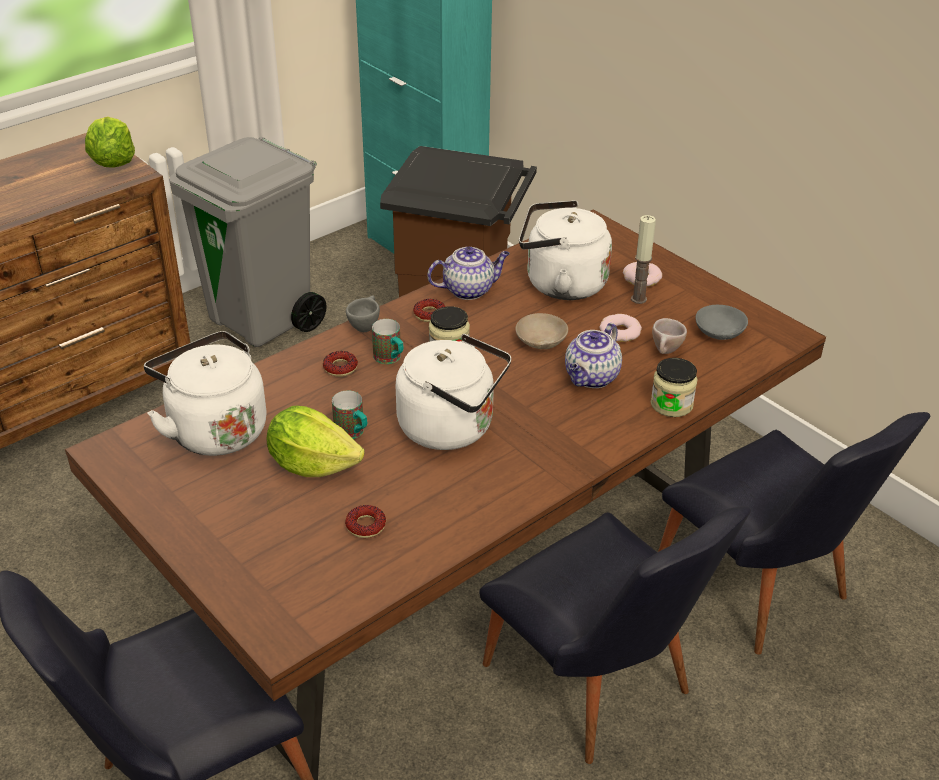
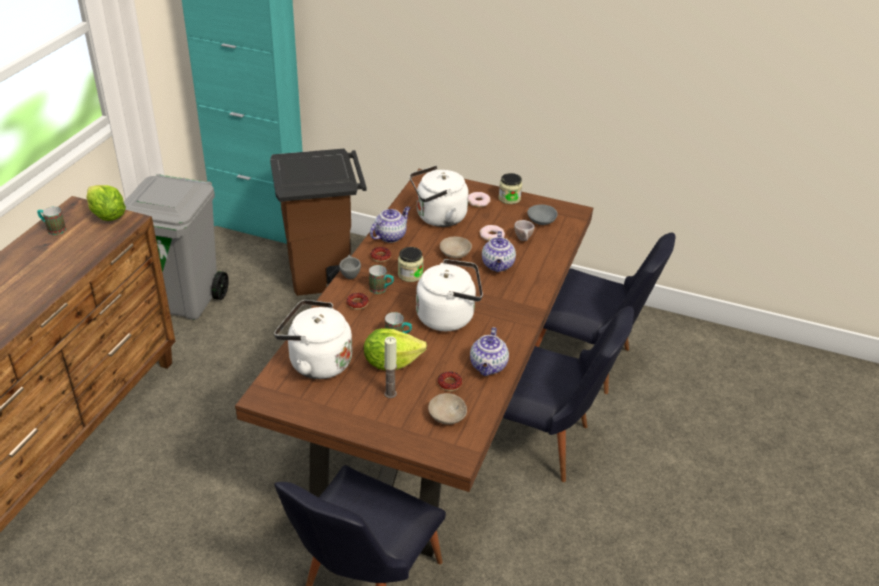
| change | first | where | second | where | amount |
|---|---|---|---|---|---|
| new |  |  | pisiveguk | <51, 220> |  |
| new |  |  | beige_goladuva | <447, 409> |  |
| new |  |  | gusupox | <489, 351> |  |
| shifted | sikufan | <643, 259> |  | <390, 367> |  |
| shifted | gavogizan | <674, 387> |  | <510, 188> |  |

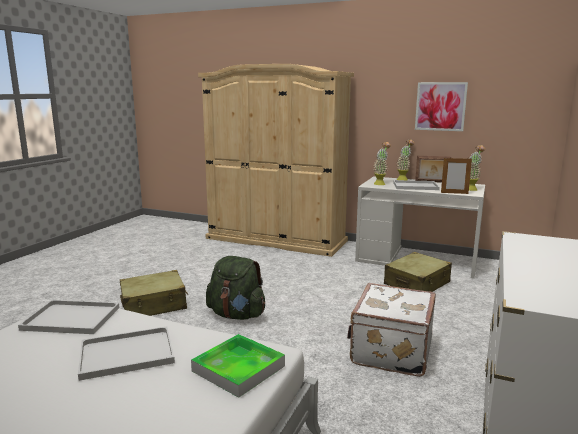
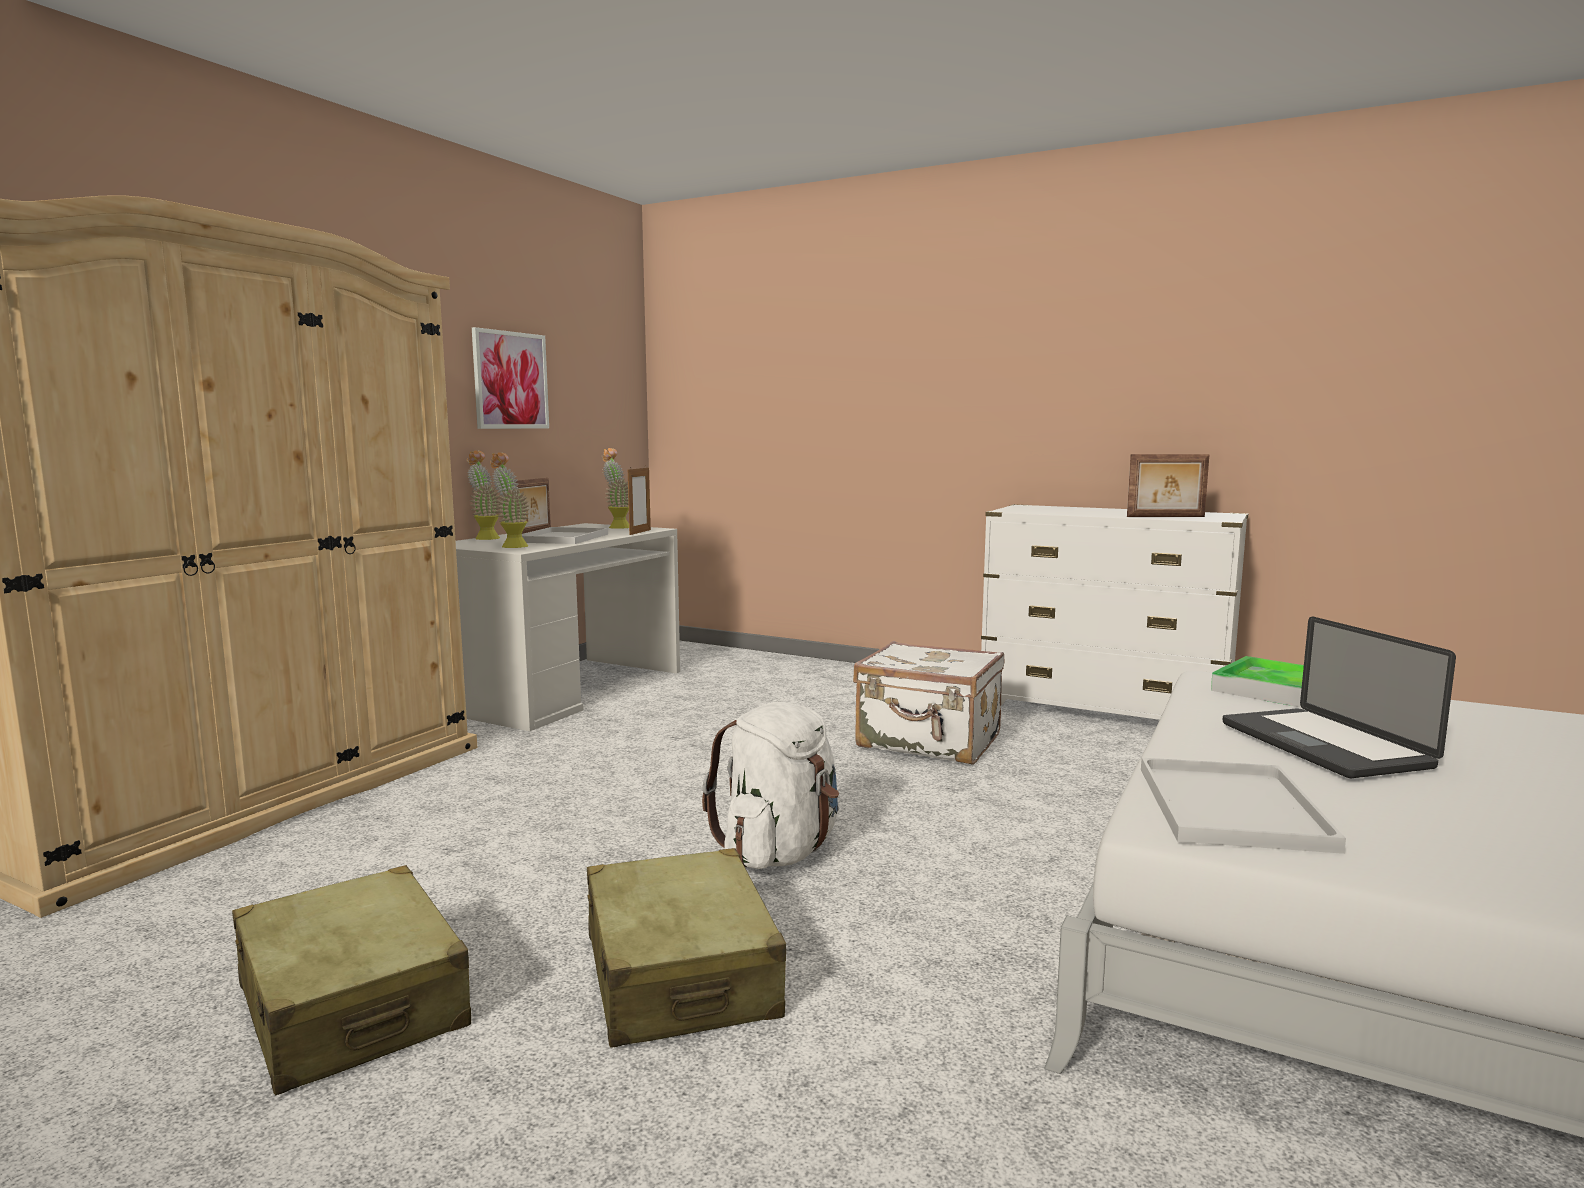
| change | first | where | second | where | amount |
|---|---|---|---|---|---|
| new |  |  | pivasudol | <1168, 485> |  |
| shifted | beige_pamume | <418, 272> |  | <351, 980> |  |
| swapped | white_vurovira | <126, 353> | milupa | <1339, 697> |  |
| repainted | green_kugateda | <235, 288> | white_kugateda | <770, 785> |  |

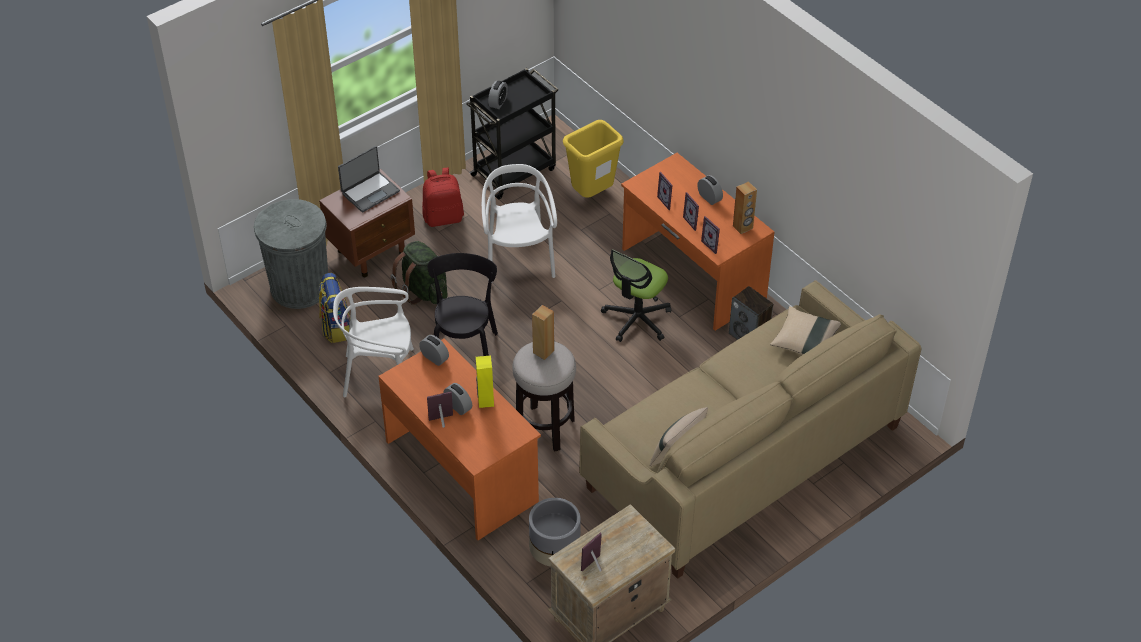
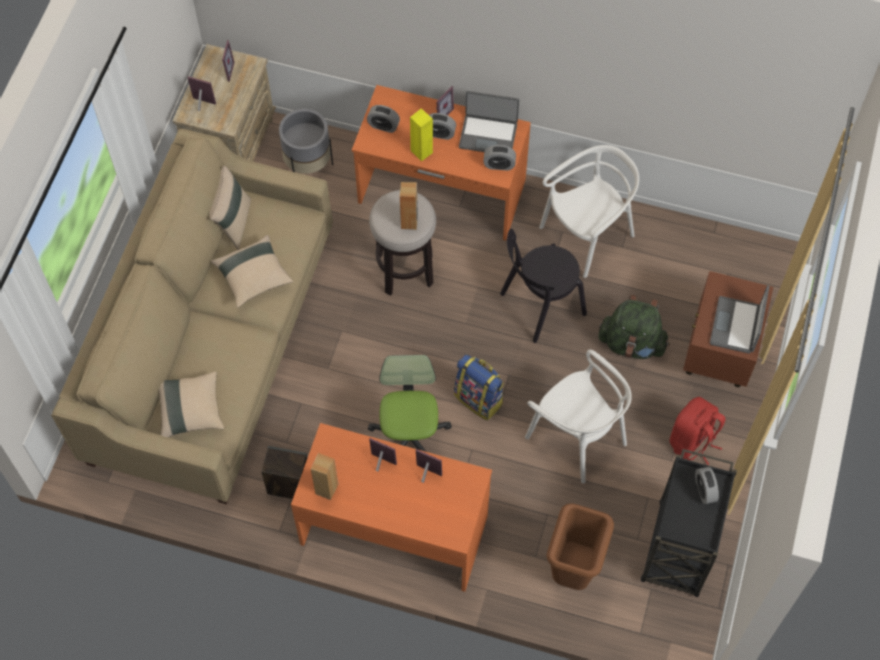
| change | first | where | second | where | amount |
|---|---|---|---|---|---|
| gone | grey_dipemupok | <291, 254> |  |  |  |
| new |  |  | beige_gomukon | <252, 271> |  |
| new |  |  | milupa | <489, 121> |  |
| shifted | kugateda | <334, 308> |  | <479, 387> |  |
| shifted | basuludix | <710, 190> |  | <383, 119> |  |
| shifted | pivasudol | <710, 235> |  | <201, 93> |  |
| repainted | yellow_dipemupok | <593, 159> | brown_dipemupok | <580, 546> |  |
| rotated | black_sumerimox | <462, 304> |  | <543, 286> | 90 degrees clockwise |

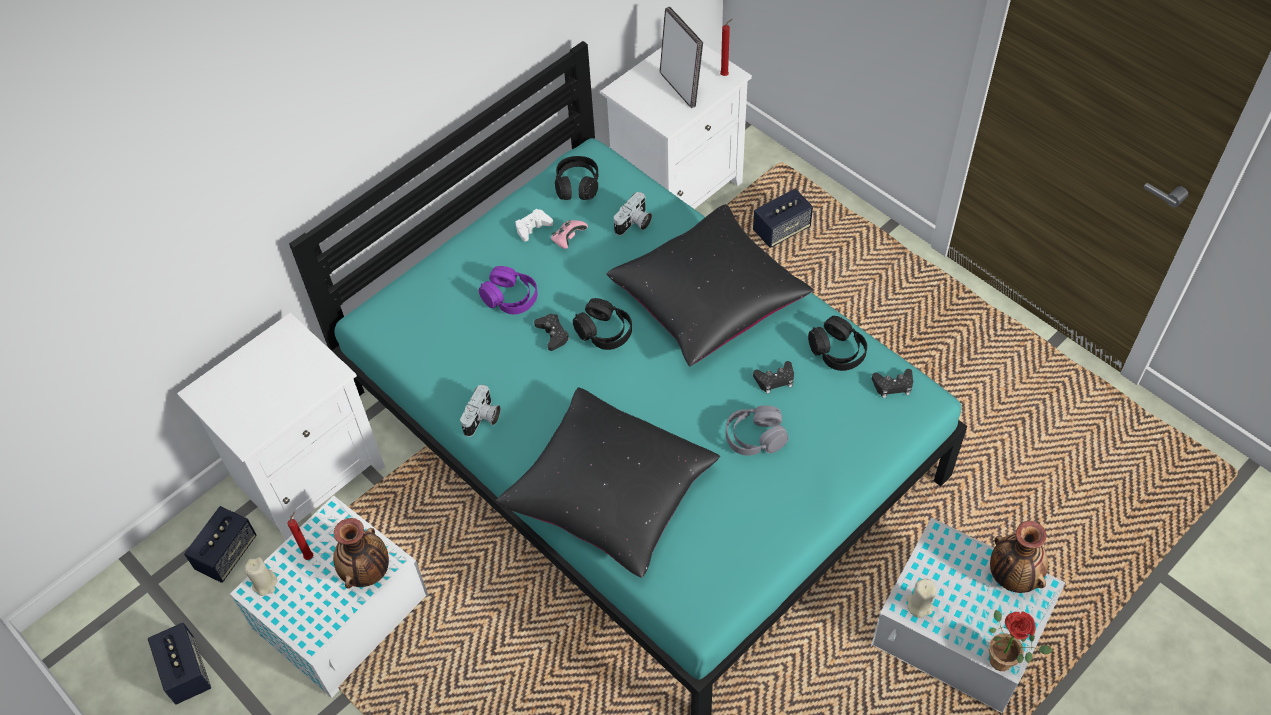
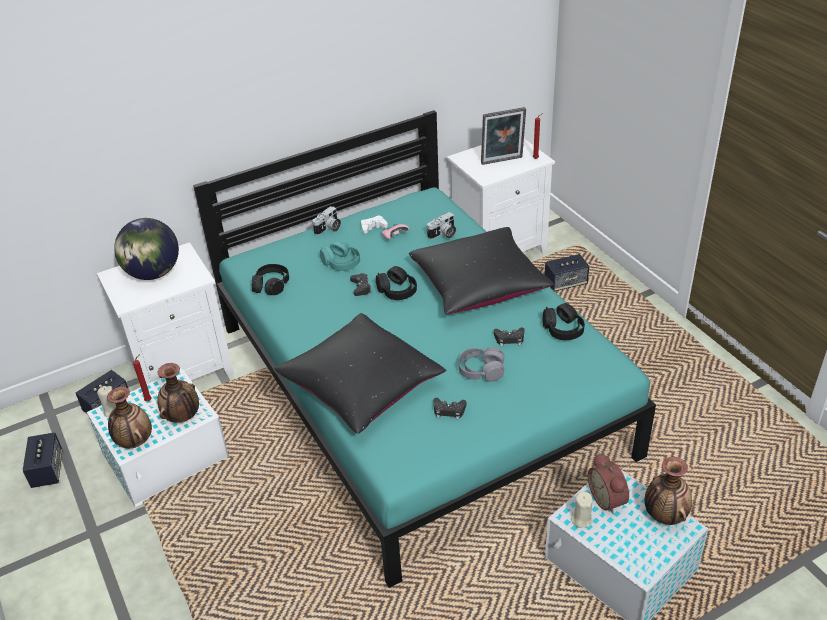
| change | first | where | second | where | amount |
|---|---|---|---|---|---|
| gone | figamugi | <1021, 640> |  |  |  |
| new |  |  | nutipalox | <129, 417> |  |
| new |  |  | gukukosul | <146, 249> |  |
| new |  |  | basuludix | <608, 483> |  |
| shifted | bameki | <480, 411> |  | <326, 220> |  |
| shifted | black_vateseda | <576, 178> |  | <270, 279> |  |
| shifted | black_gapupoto | <892, 383> |  | <450, 409> |  |
| repainted | purple_vateseda | <508, 290> | turquoise_vateseda | <340, 255> |  |
| rotated | pivasudol | <681, 57> |  | <503, 136> | 90 degrees clockwise |

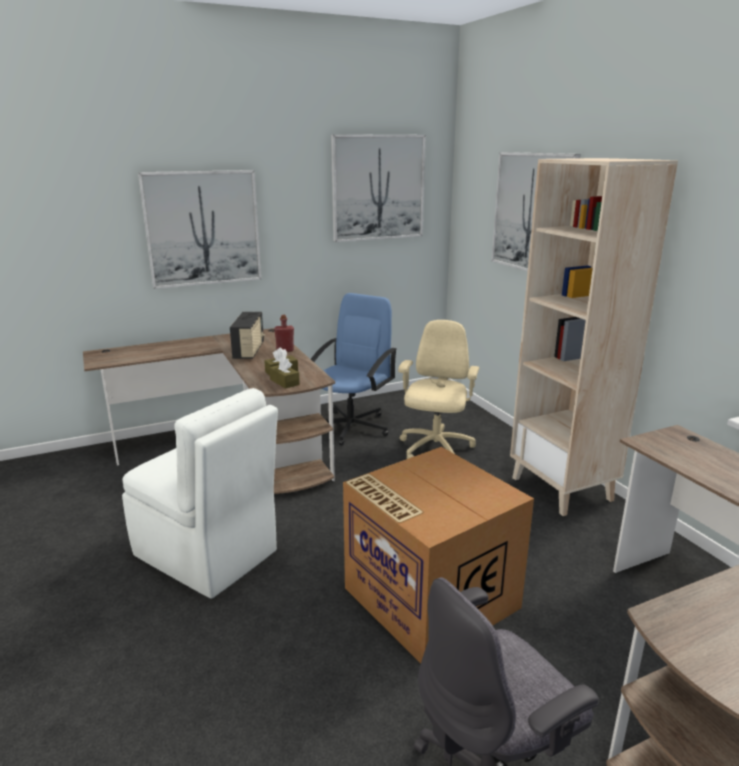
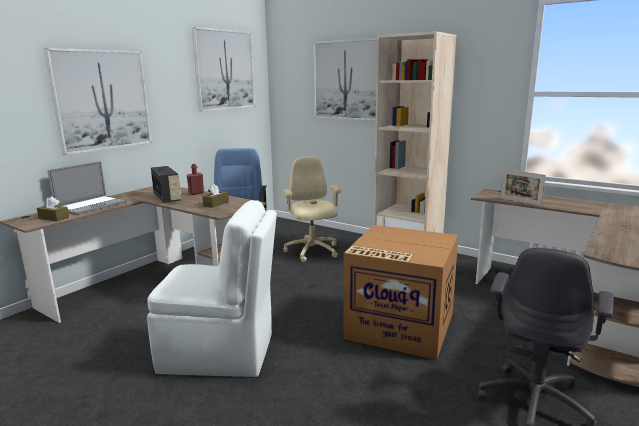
| change | first | where | second | where | amount |
|---|---|---|---|---|---|
| new |  |  | milupa | <88, 188> |  |
| new |  |  | pivasudol | <523, 187> |  |
| shifted | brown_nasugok | <284, 373> |  | <53, 208> |  |

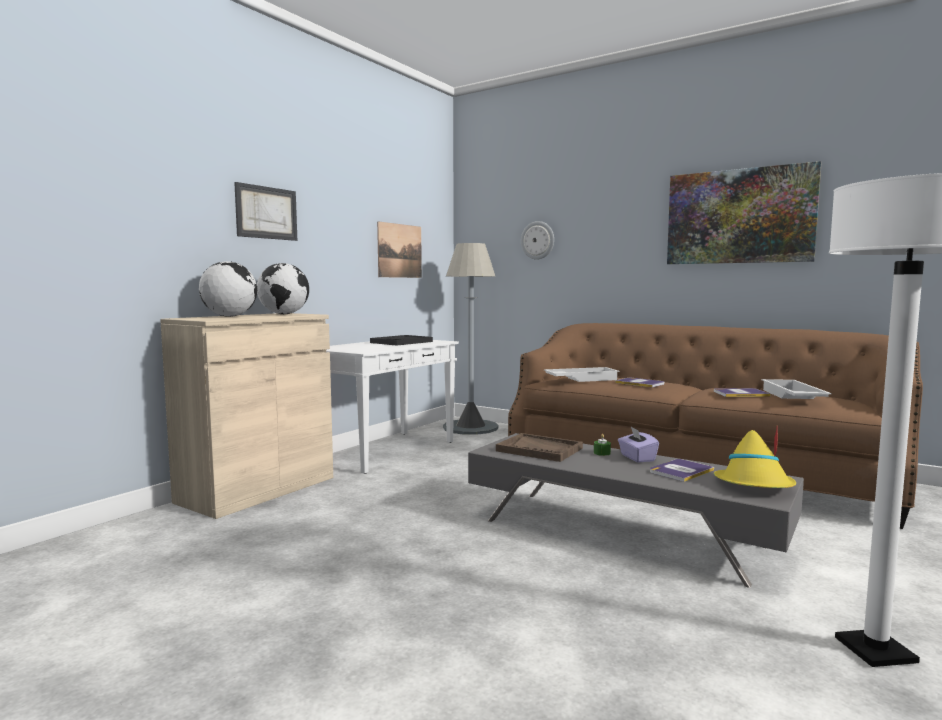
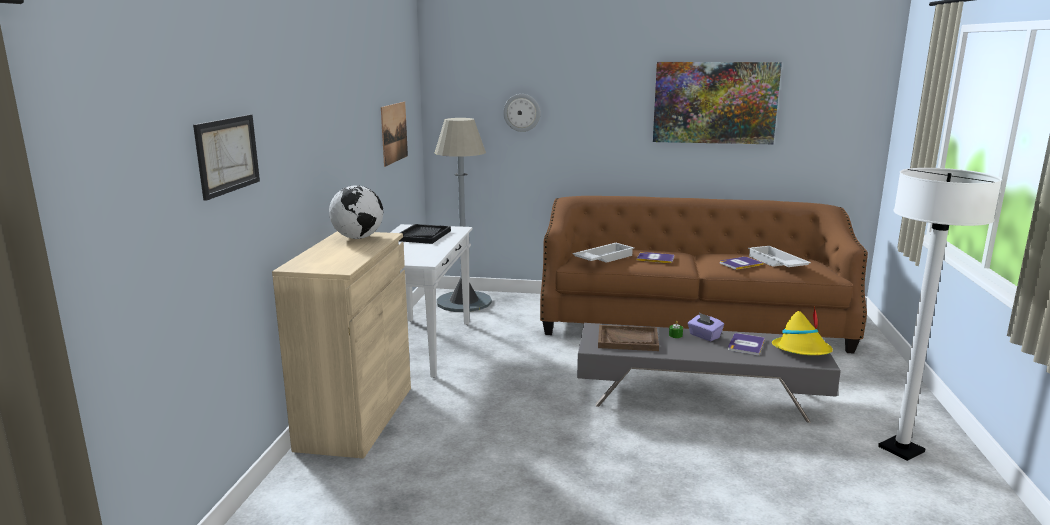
| change | first | where | second | where | amount |
|---|---|---|---|---|---|
| gone | gukukosul | <228, 289> |  |  |  |
| shifted | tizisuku | <265, 211> |  | <226, 157> |  |

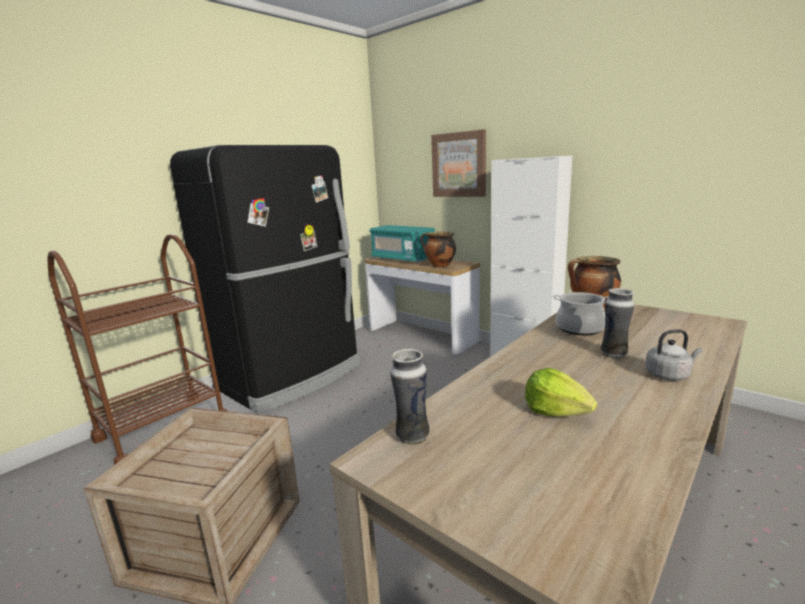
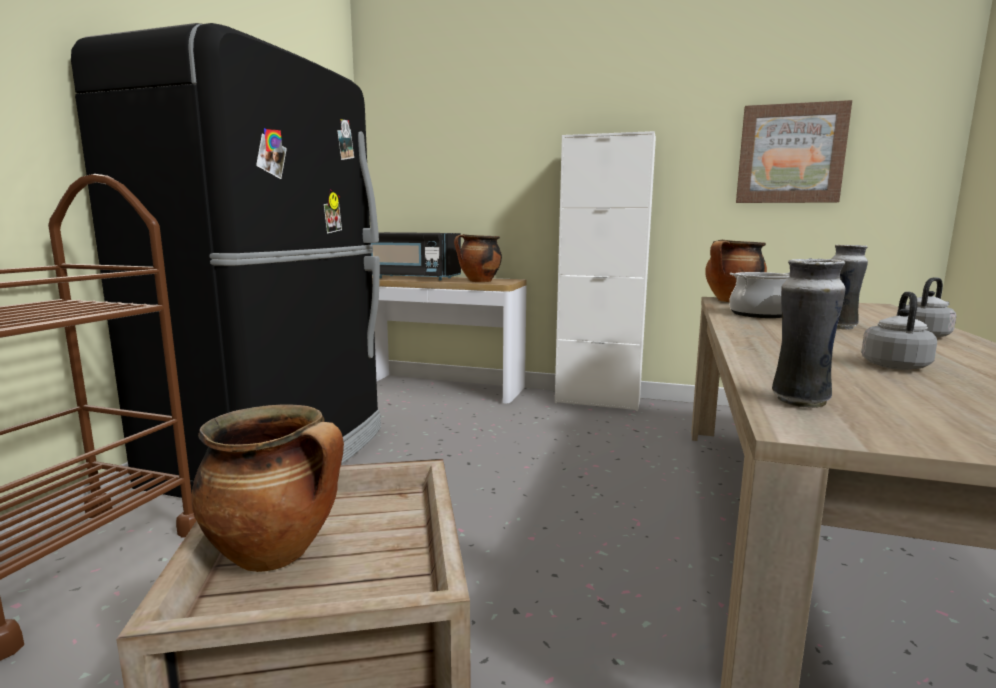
| change | first | where | second | where | amount |
|---|---|---|---|---|---|
| new |  |  | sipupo | <267, 488> |  |
| shifted | tizisuku | <458, 163> |  | <794, 151> |  |
| swapped | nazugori | <561, 392> | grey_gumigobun | <899, 331> |  |
| repainted | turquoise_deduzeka | <402, 244> | black_deduzeka | <416, 256> |  |

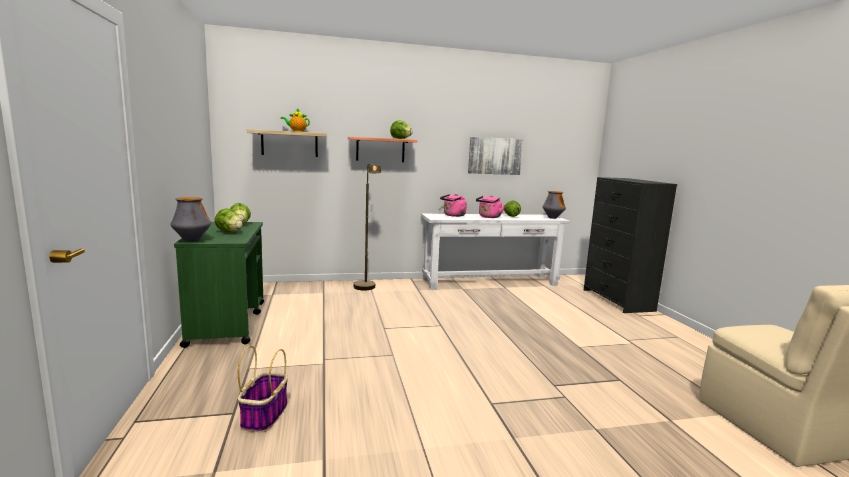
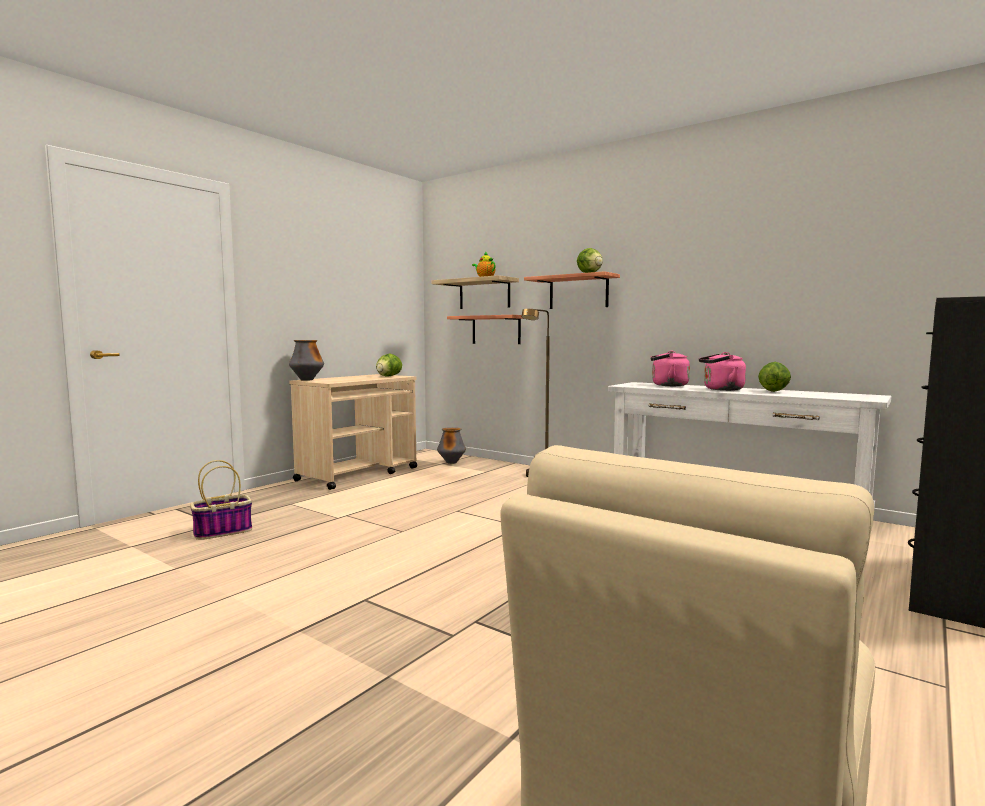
| change | first | where | second | where | amount |
|---|---|---|---|---|---|
| gone | nazugori | <228, 220> |  |  |  |
| gone | tizisuku | <495, 156> |  |  |  |
| new |  |  | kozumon | <485, 329> |  |
| shifted | nutipalox | <554, 205> |  | <451, 445> |  |
| repainted | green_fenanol | <219, 285> | beige_fenanol | <353, 432> |  |

